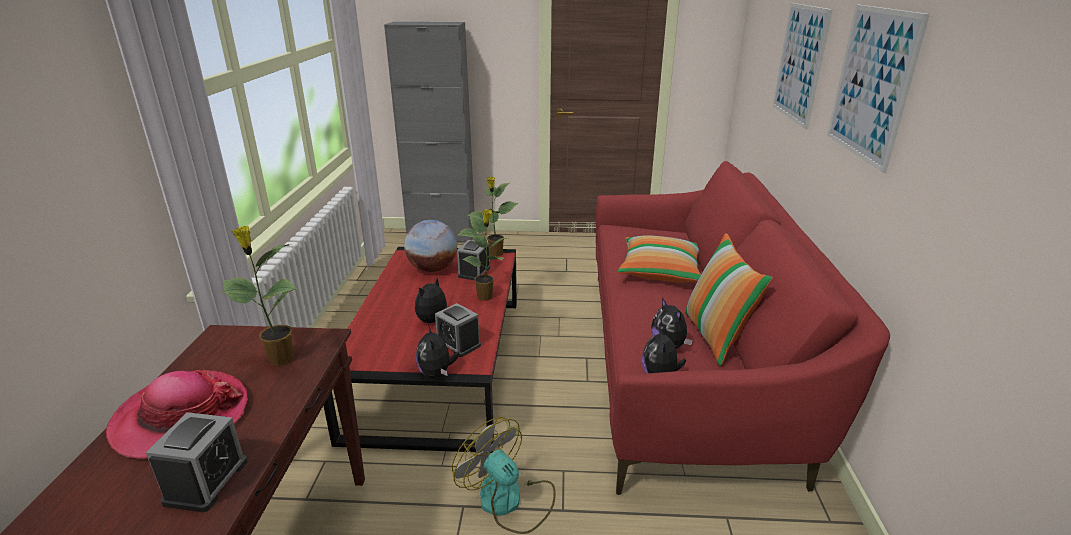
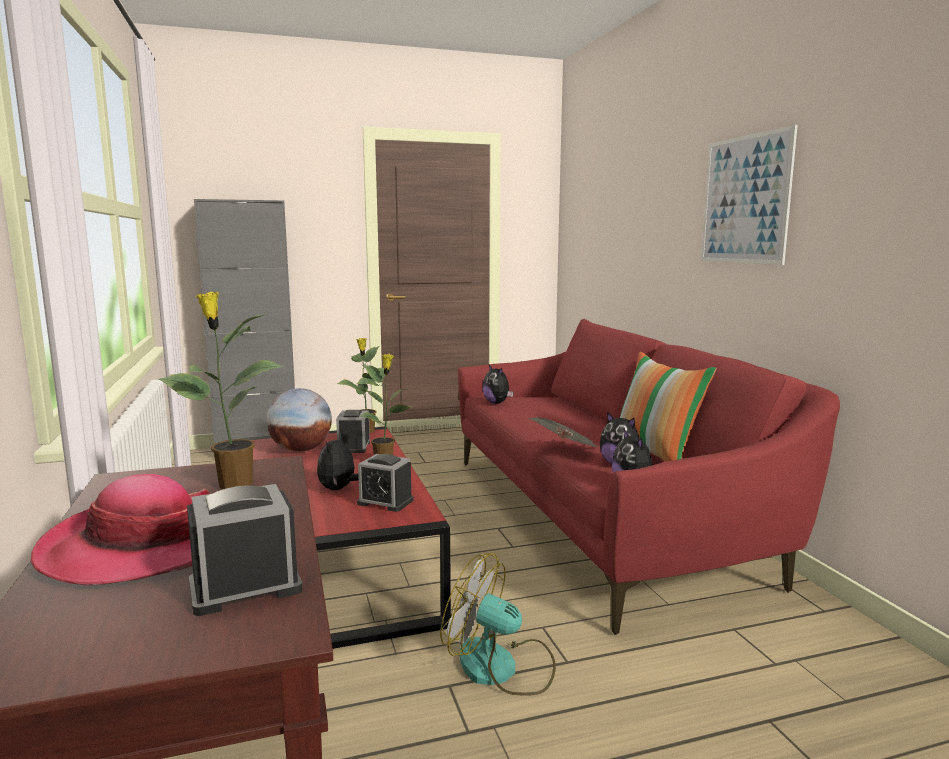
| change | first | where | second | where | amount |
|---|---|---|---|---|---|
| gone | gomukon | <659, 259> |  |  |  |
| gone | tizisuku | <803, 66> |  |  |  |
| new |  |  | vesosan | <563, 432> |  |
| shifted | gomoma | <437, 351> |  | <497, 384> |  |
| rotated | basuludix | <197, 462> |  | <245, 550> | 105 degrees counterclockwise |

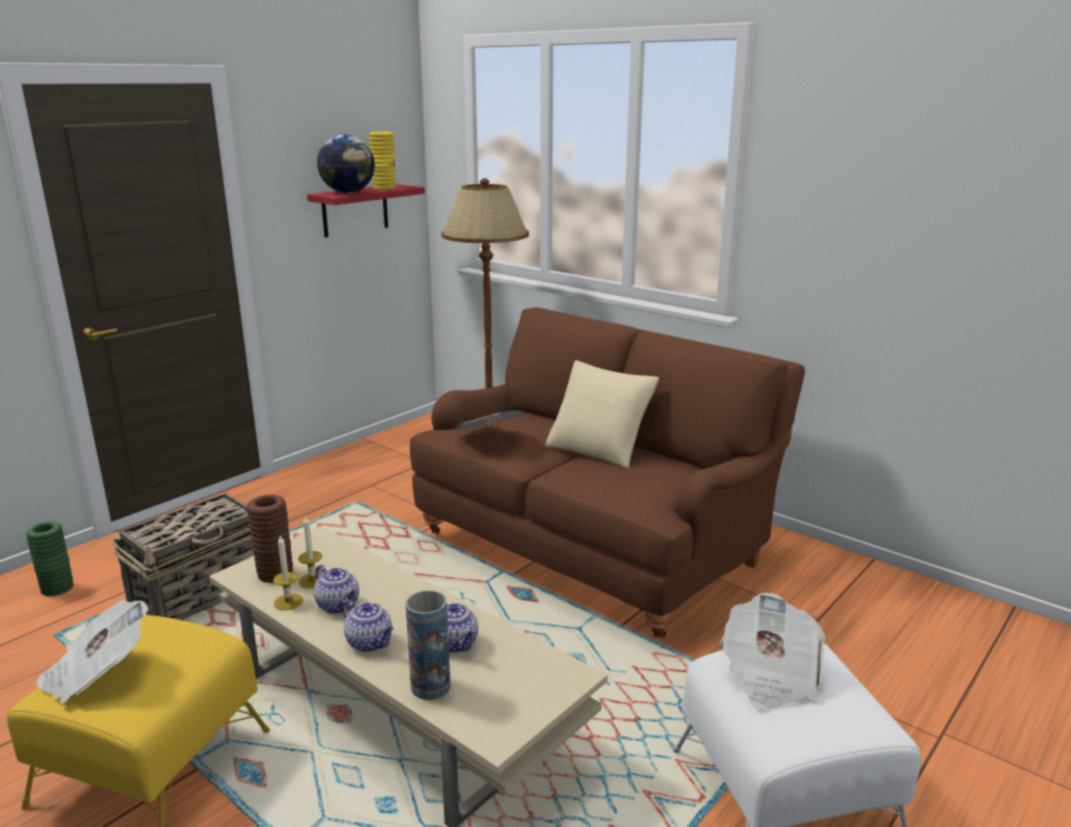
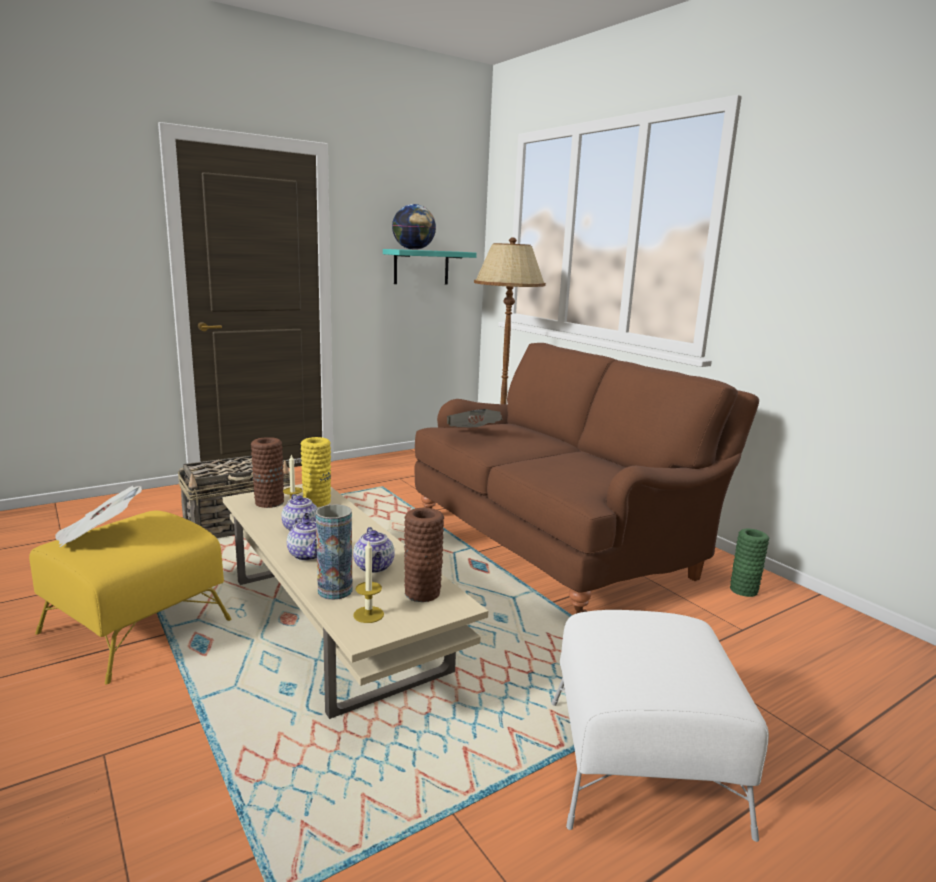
| change | first | where | second | where | amount |
|---|---|---|---|---|---|
| gone | beige_gomukon | <602, 414> |  |  |  |
| gone | vesosan | <773, 651> |  |  |  |
| new |  |  | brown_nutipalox | <424, 555> |  |
| shifted | green_nutipalox | <49, 558> |  | <749, 562> |  |
| shifted | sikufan | <288, 572> |  | <368, 581> |  |
| shifted | yellow_nutipalox | <382, 160> |  | <316, 472> |  |
| repainted | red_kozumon | <366, 210> | turquoise_kozumon | <430, 267> |  |

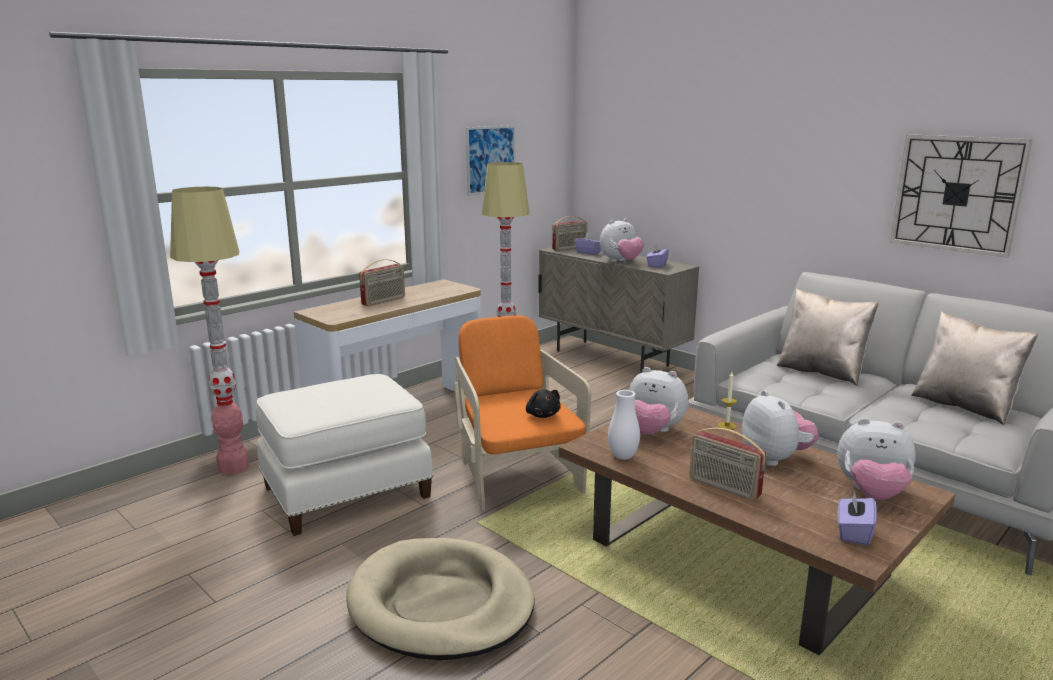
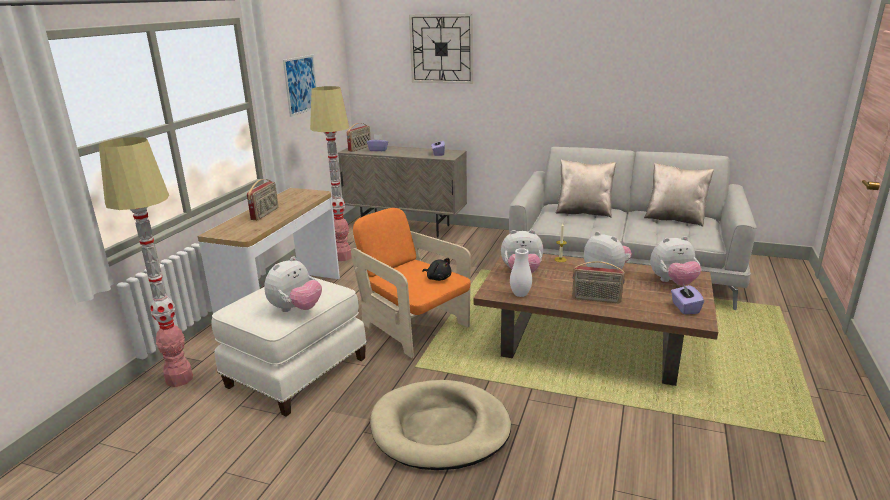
| change | first | where | second | where | amount |
|---|---|---|---|---|---|
| shifted | gomoma | <622, 240> |  | <293, 284> |  |
| shifted | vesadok | <961, 196> |  | <441, 49> |  |

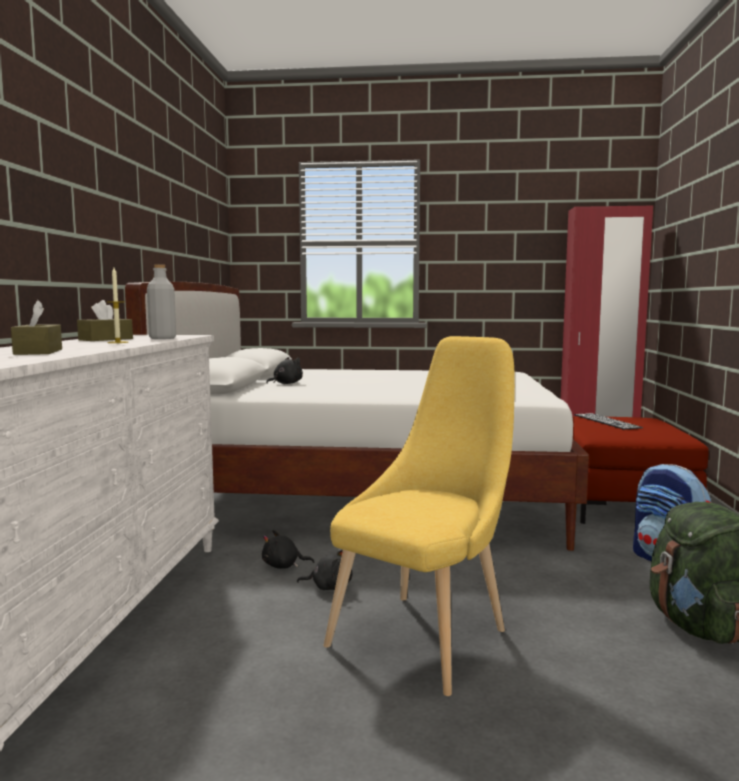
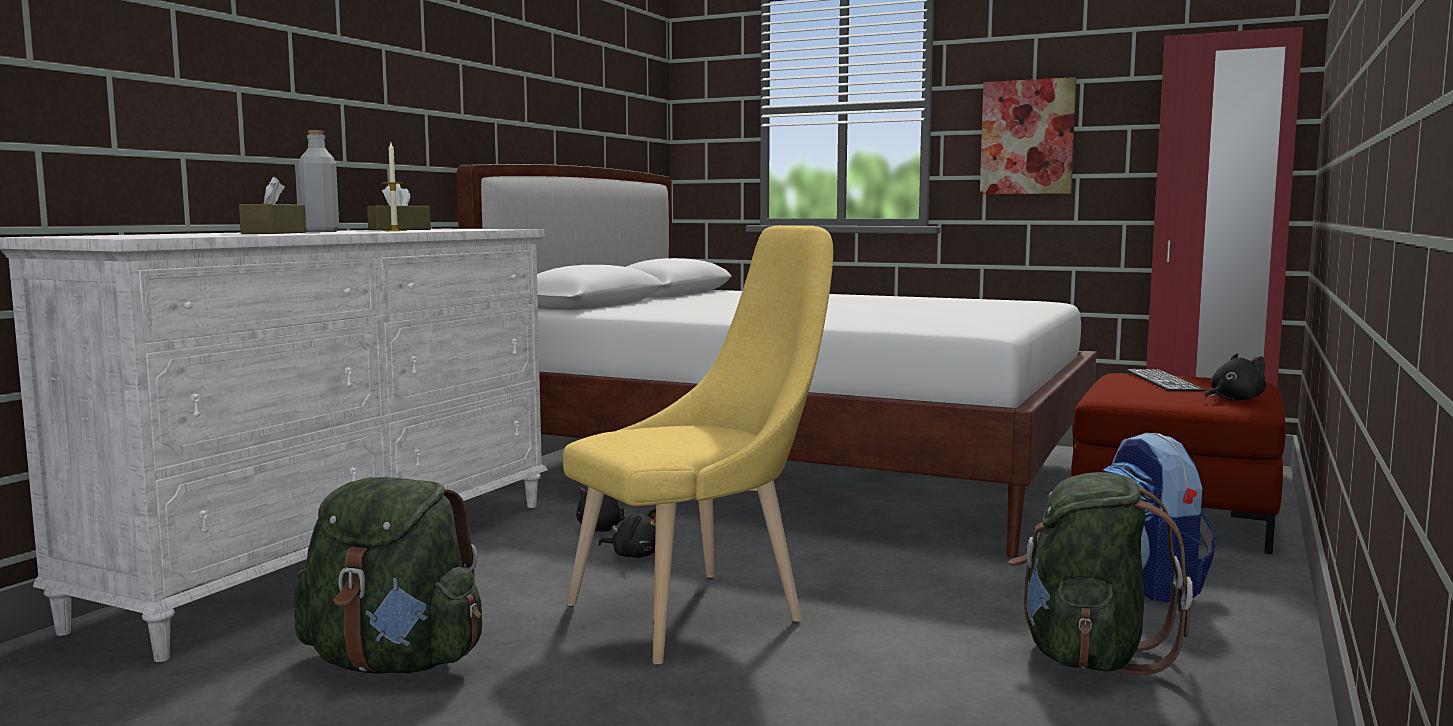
| change | first | where | second | where | amount |
|---|---|---|---|---|---|
| new |  |  | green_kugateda | <388, 575> |  |
| new |  |  | tizisuku | <1028, 135> |  |
| shifted | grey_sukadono | <161, 301> |  | <319, 181> |  |
| shifted | black_gomoma | <284, 370> |  | <1235, 376> |  |

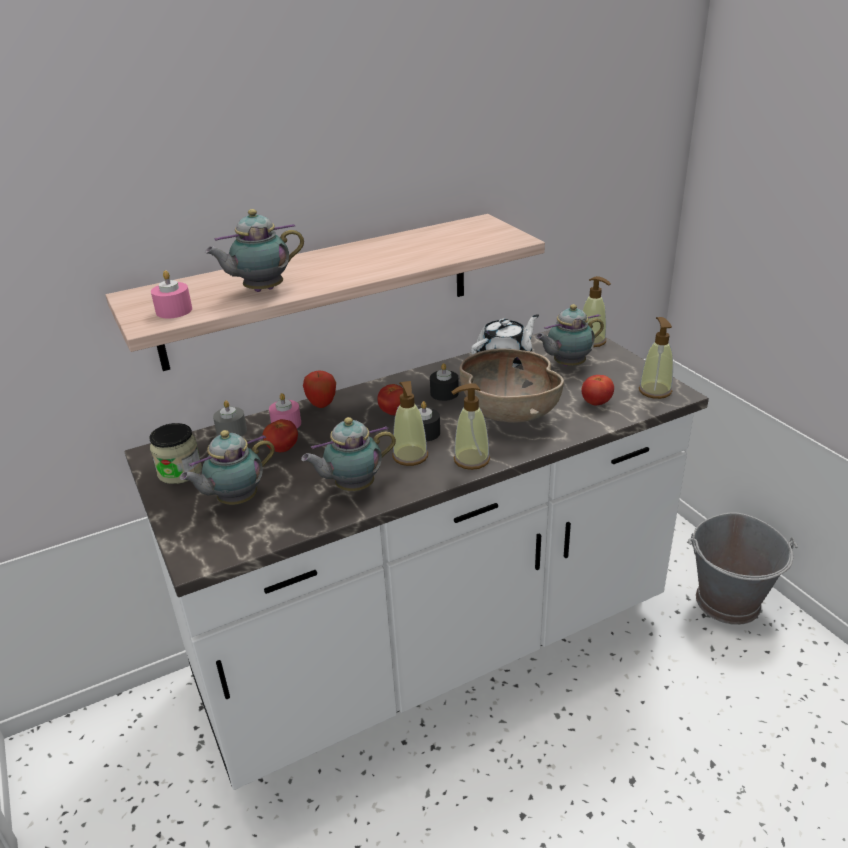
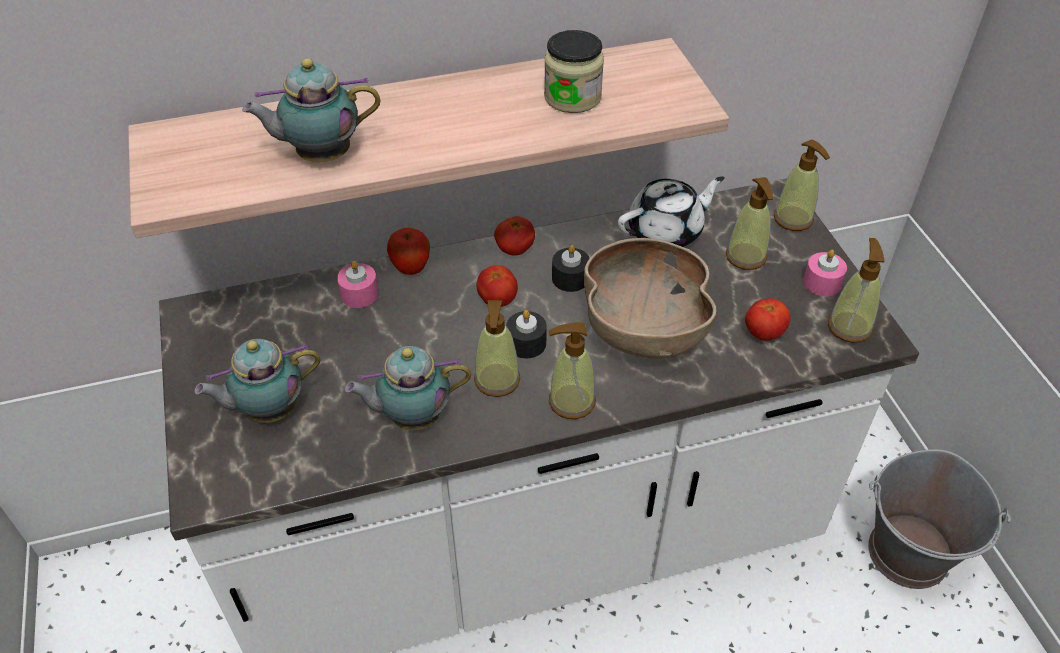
| change | first | where | second | where | amount |
|---|---|---|---|---|---|
| gone | grey_sikufan | <230, 418> |  |  |  |
| shifted | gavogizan | <175, 453> |  | <574, 71> |  |
| shifted | pink_sikufan | <171, 294> |  | <825, 273> |  |
| shifted | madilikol | <280, 435> |  | <514, 236> |  |
| swapped | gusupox | <569, 335> | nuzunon | <749, 223> |  |

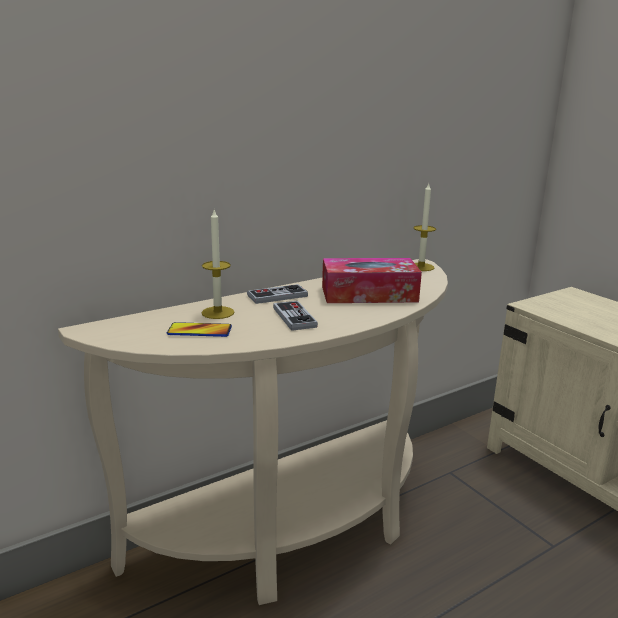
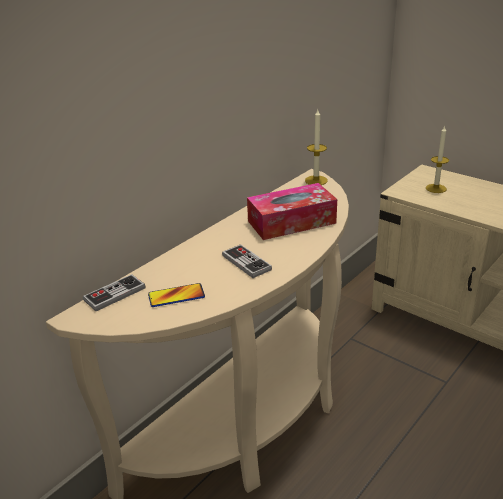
| change | first | where | second | where | amount |
|---|---|---|---|---|---|
| shifted | sikufan | <218, 264> |  | <437, 159> |  |
| shifted | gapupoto | <277, 294> |  | <114, 292> |  |

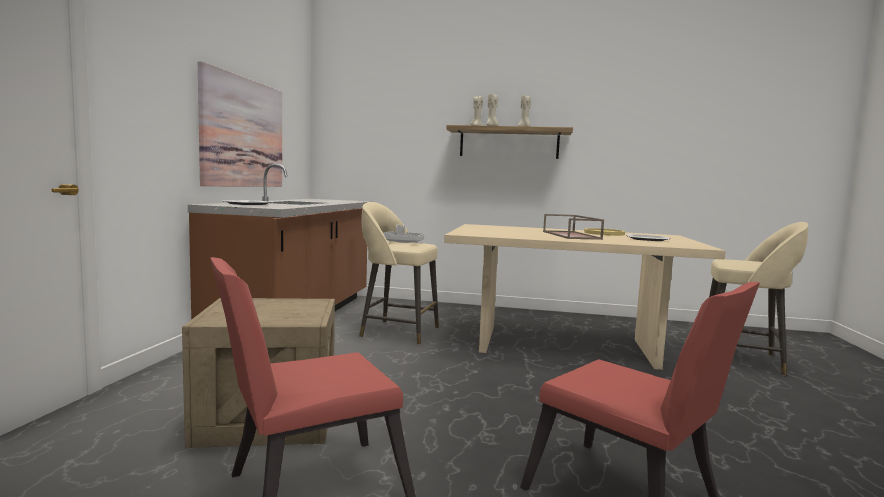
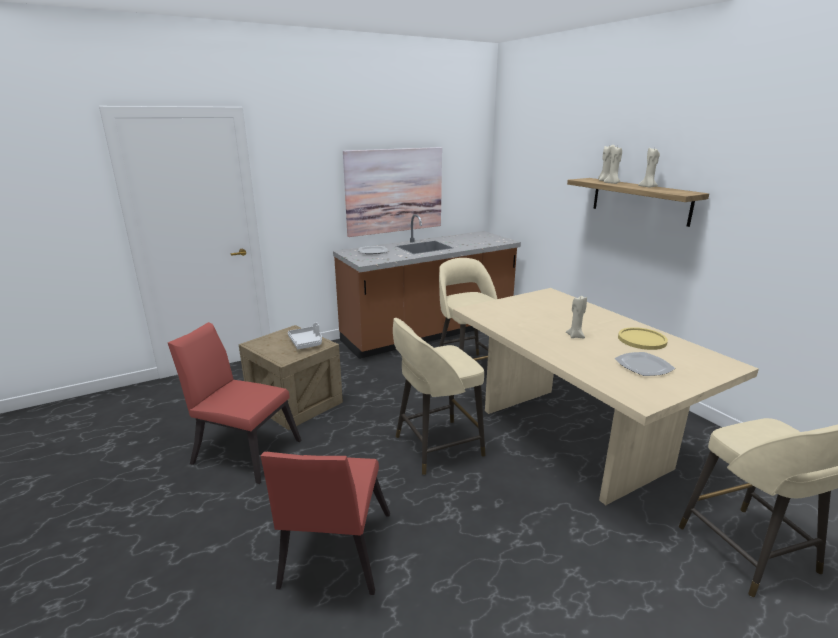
| change | first | where | second | where | amount |
|---|---|---|---|---|---|
| new |  |  | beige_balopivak | <439, 396> |  |
| shifted | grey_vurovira | <403, 234> |  | <305, 335> |  |
| swapped | brown_vurovira | <573, 227> | beige_sikufan | <576, 316> |  |

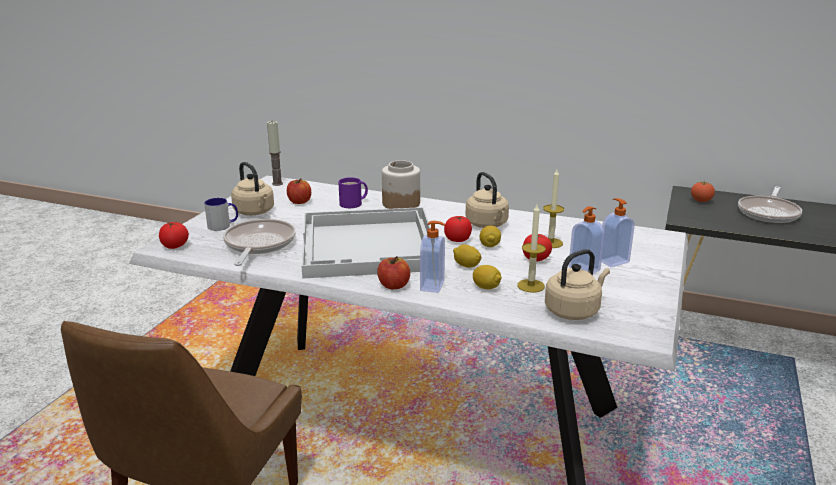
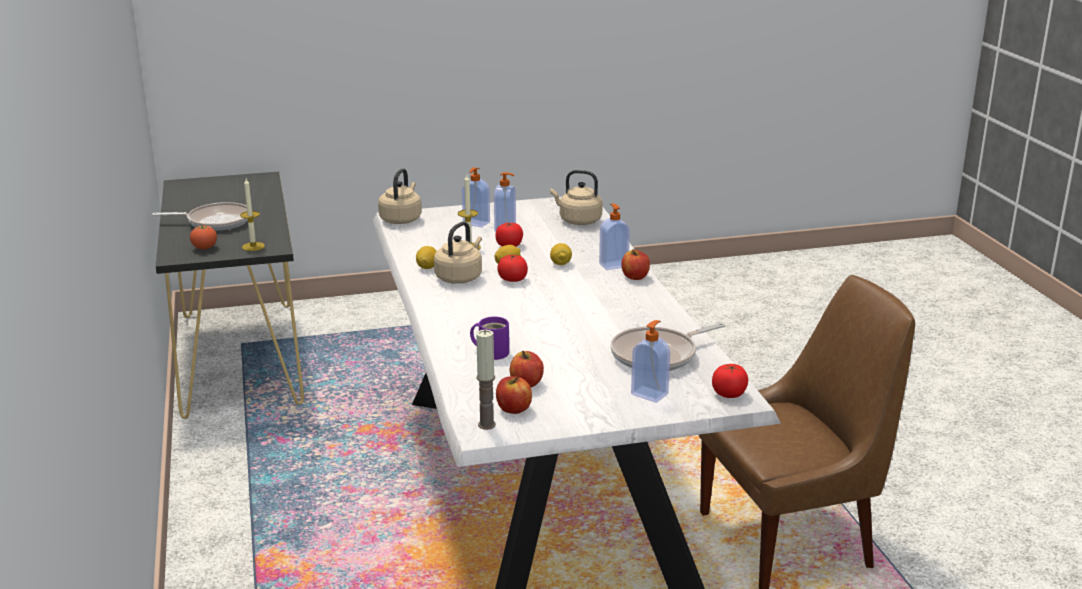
| change | first | where | second | where | amount |
|---|---|---|---|---|---|
| gone | white_vurovira | <366, 243> |  |  |  |
| gone | gavogizan | <401, 184> |  |  |  |
| new |  |  | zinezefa | <514, 395> |  |
| shifted | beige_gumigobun | <252, 188> |  | <400, 196> |  |
| shifted | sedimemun | <487, 277> |  | <426, 257> |  |
| shifted | sikufan | <531, 248> |  | <252, 214> |  |
| swapped | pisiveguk | <221, 214> | nuzunon | <650, 361> |  |

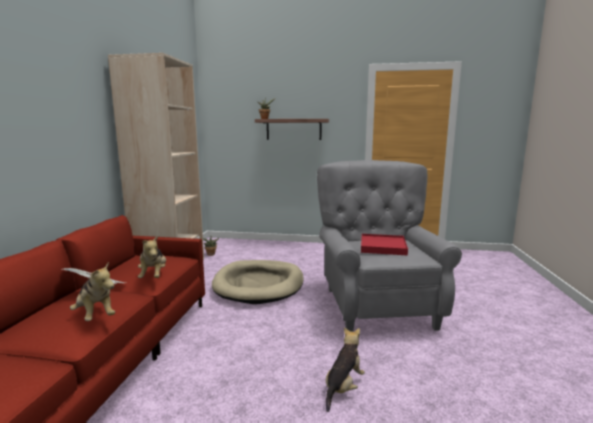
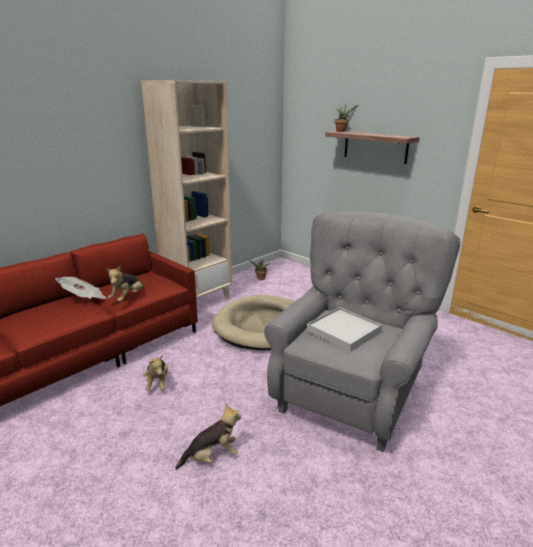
| change | first | where | second | where | amount |
|---|---|---|---|---|---|
| shifted | gomoma | <92, 291> |  | <155, 373> |  |
| repainted | red_vurovira | <384, 245> | white_vurovira | <344, 329> |  |

